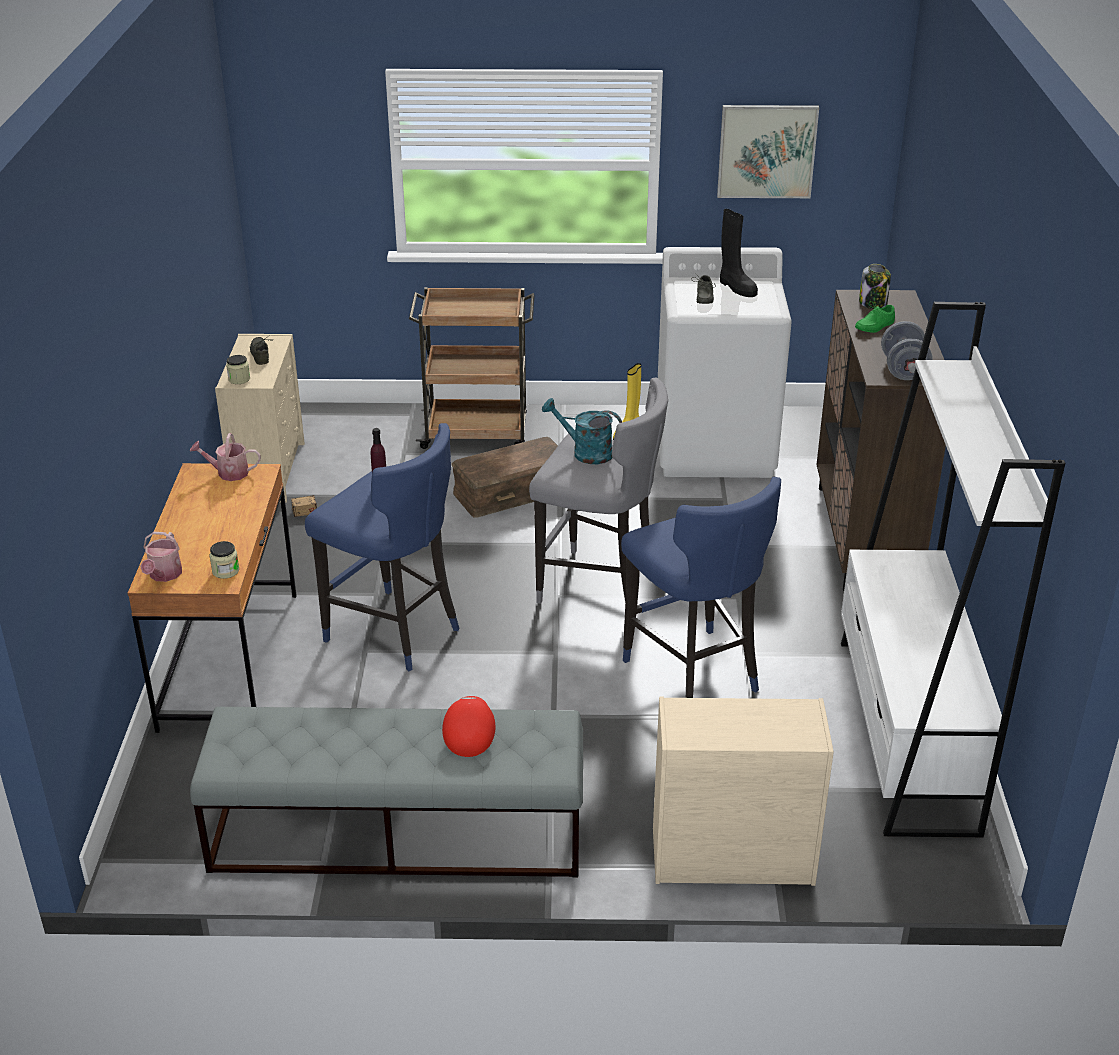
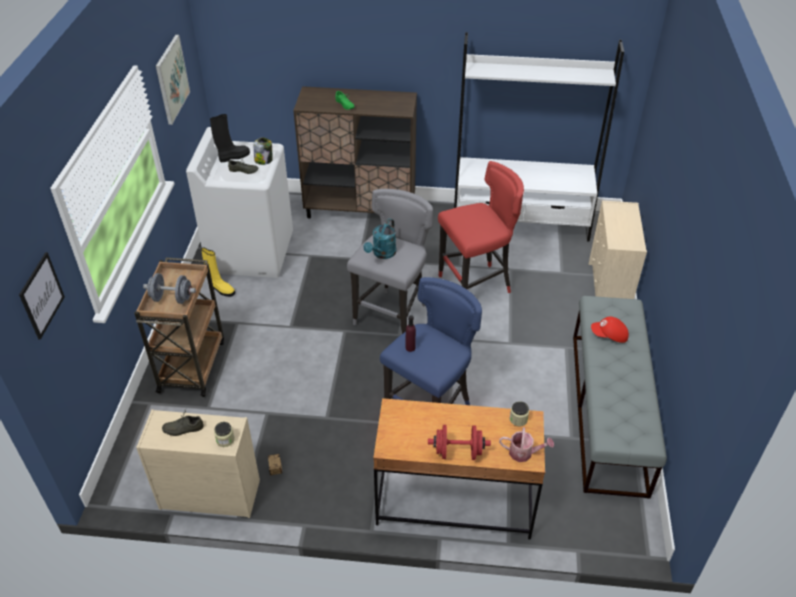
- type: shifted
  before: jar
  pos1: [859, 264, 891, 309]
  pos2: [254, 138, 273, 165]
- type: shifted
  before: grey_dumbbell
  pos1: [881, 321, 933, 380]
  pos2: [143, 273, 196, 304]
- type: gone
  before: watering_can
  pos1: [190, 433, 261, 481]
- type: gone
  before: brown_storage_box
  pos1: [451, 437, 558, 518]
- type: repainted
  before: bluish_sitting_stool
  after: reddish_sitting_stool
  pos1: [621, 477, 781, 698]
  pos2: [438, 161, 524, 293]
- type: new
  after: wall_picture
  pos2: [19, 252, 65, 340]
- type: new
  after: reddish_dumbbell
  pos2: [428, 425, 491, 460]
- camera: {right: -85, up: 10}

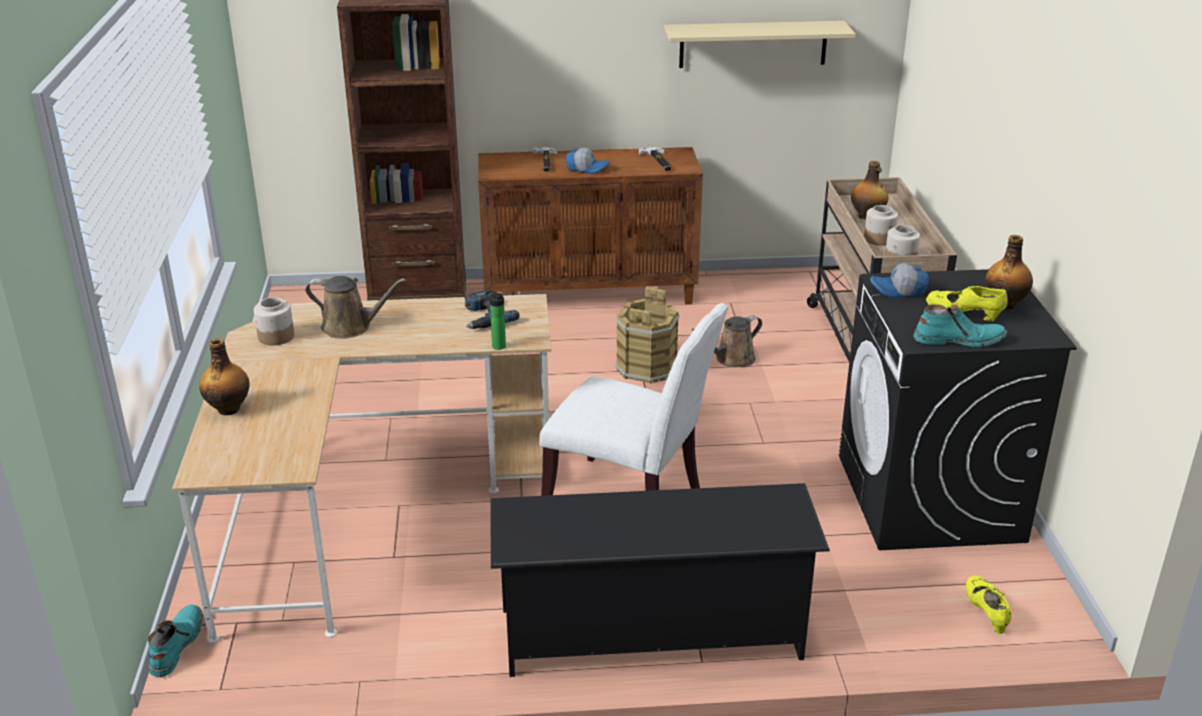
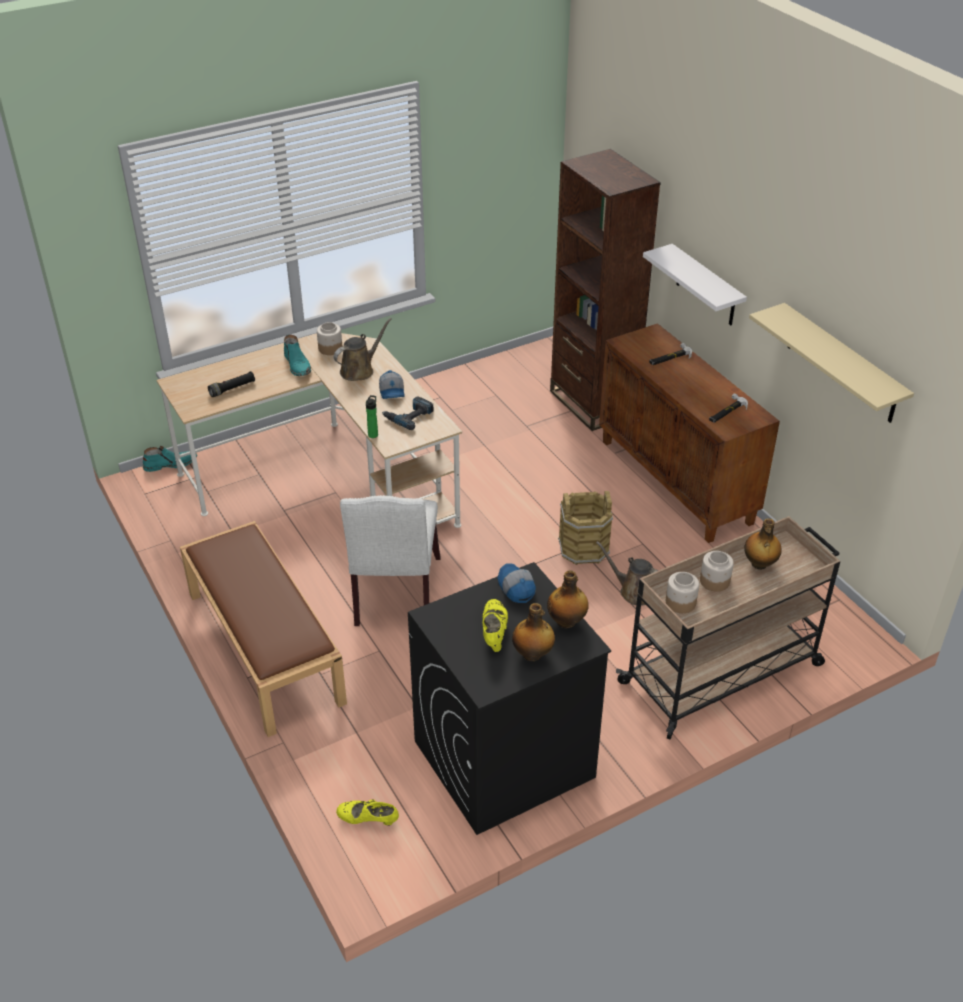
- type: shifted
  before: cap
  pos1: [566, 147, 609, 174]
  pos2: [379, 370, 404, 399]
- type: rotated
  before: brown_watering_can
  pos1: [305, 276, 406, 339]
  pos2: [334, 318, 392, 381]
  turn: -120
- type: shifted
  before: turquoise-coloured_high-top_boot
  pos1: [914, 304, 1007, 347]
  pos2: [284, 335, 311, 376]
- type: shifted
  before: beverage_bottle
  pos1: [199, 338, 250, 415]
  pos2: [547, 570, 589, 629]
- type: swapped
  before: blackish_shoe_rack
  after: brown_long_seat
  pos1: [490, 483, 830, 677]
  pos2: [180, 521, 347, 737]
- type: rotated
  before: yellow-coloured_shoe
  pos1: [966, 575, 1012, 634]
  pos2: [336, 799, 399, 826]
  turn: -135
- type: new
  after: white-coloured_bracket_shelf
  pos2: [643, 244, 747, 325]
- type: new
  after: blackish_hand_torch
  pos2: [208, 371, 255, 397]
- camera: {right: 65, up: 10}

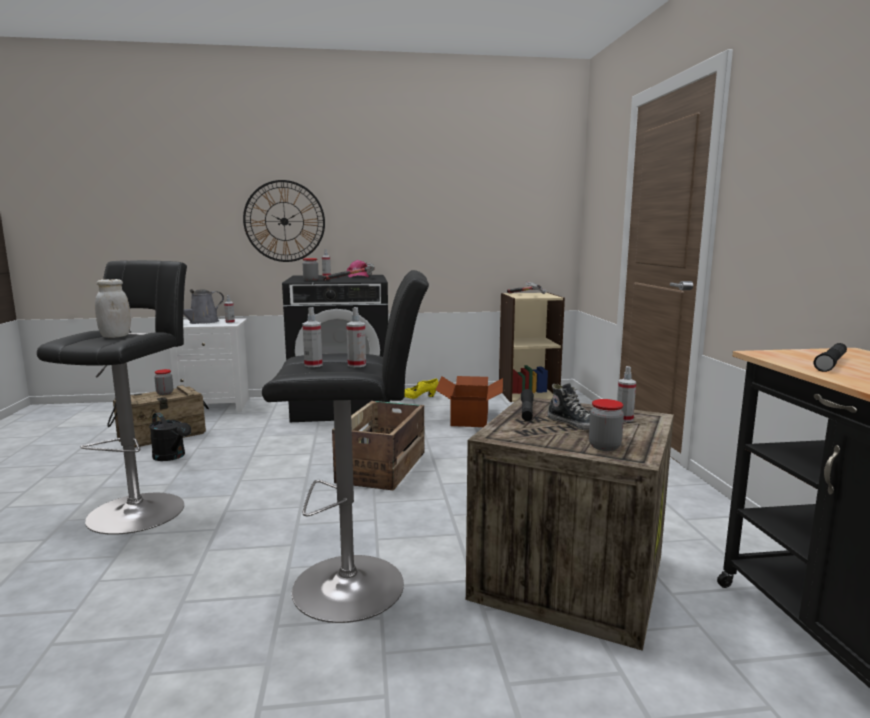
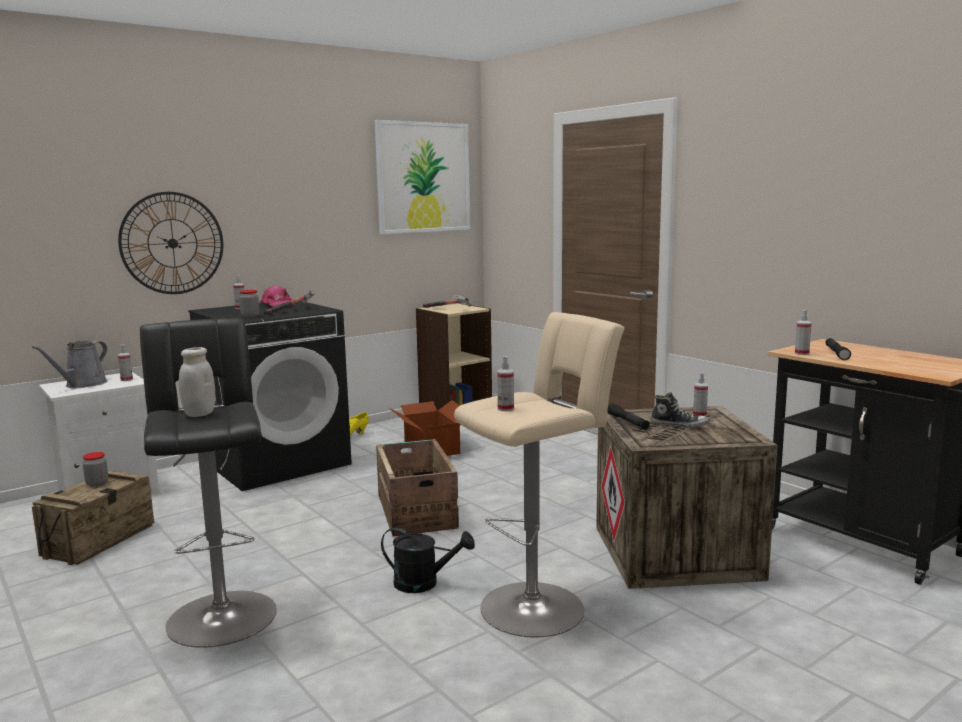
- type: repainted
  before: blackish_sitting_stool
  after: beige_sitting_stool
  pos1: [262, 270, 429, 623]
  pos2: [454, 312, 625, 637]
- type: shifted
  before: spray_bottle
  pos1: [346, 307, 366, 367]
  pos2: [795, 310, 812, 355]
- type: gone
  before: jar
  pos1: [589, 399, 624, 451]
- type: shifted
  before: blackish_watering_can
  pos1: [149, 412, 191, 461]
  pos2: [381, 528, 475, 593]
- type: new
  after: wall_picture
  pos2: [375, 120, 470, 234]
- camera: {right: -30, up: 0}

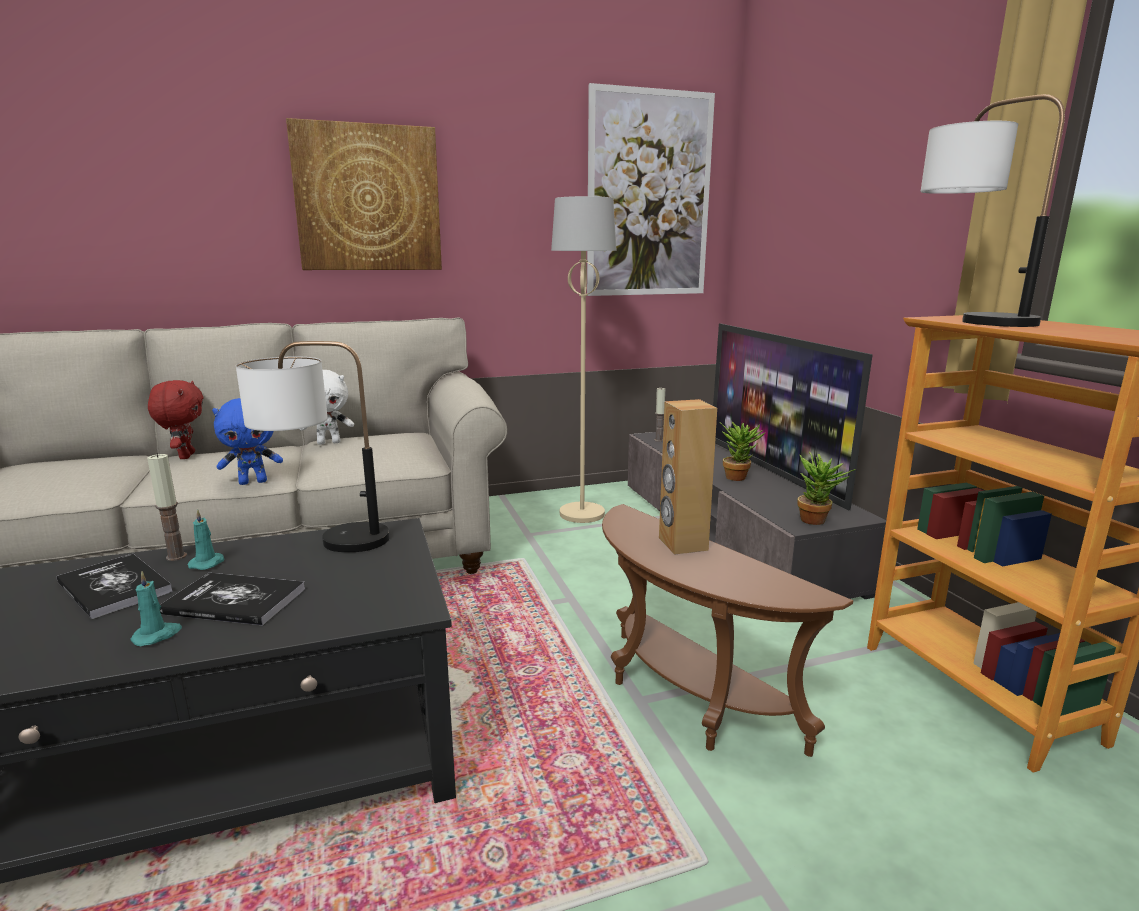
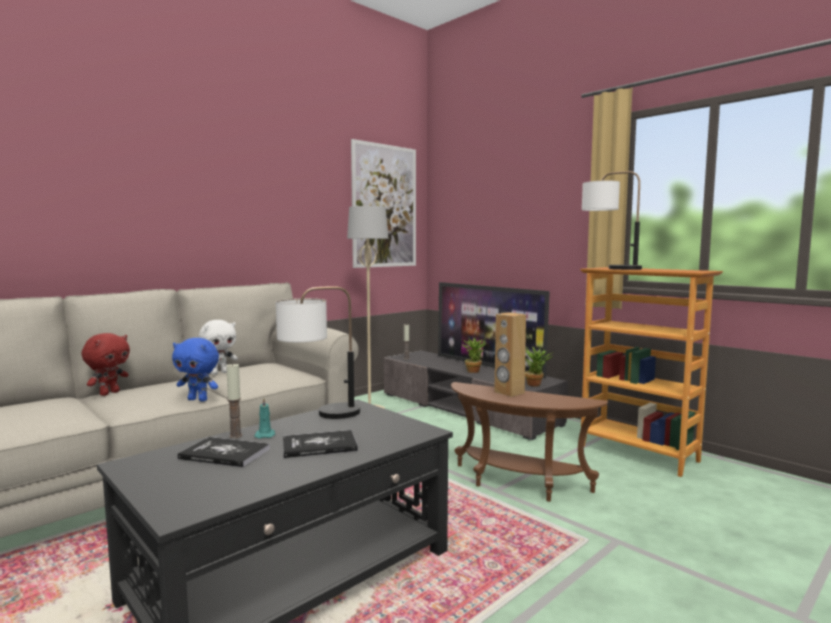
- type: gone
  before: wall_picture
  pos1: [286, 118, 442, 270]
- type: rotated
  before: reddish_cuddly_toy
  pos1: [148, 380, 204, 459]
  pos2: [81, 333, 130, 396]
  turn: 60
- type: rotated
  before: bluish_cuddly_toy
  pos1: [212, 398, 283, 485]
  pos2: [172, 338, 219, 401]
  turn: 60
- type: gone
  before: turquoise-coloured_candle
  pos1: [130, 571, 182, 646]
- camera: {right: -25, up: -10}

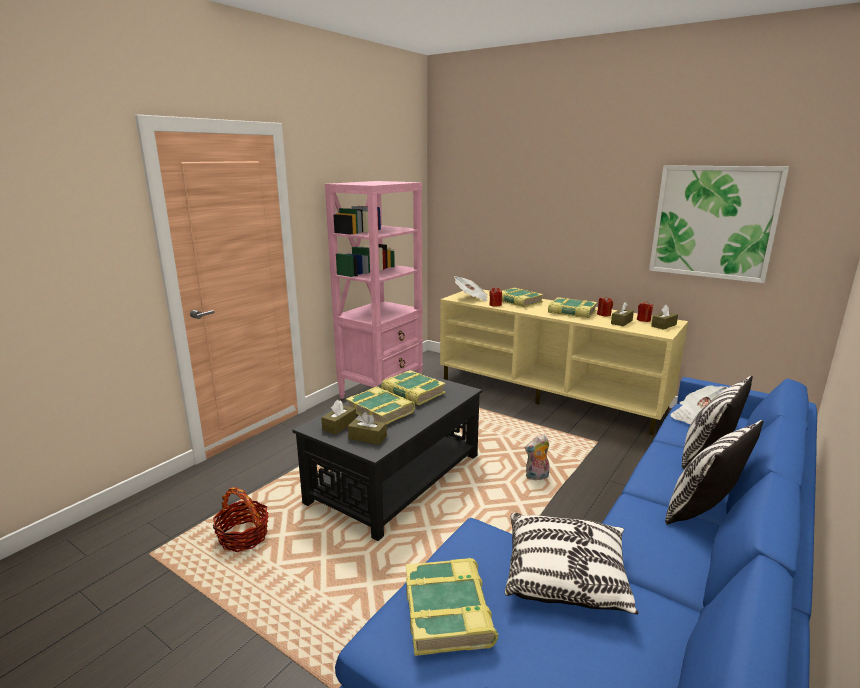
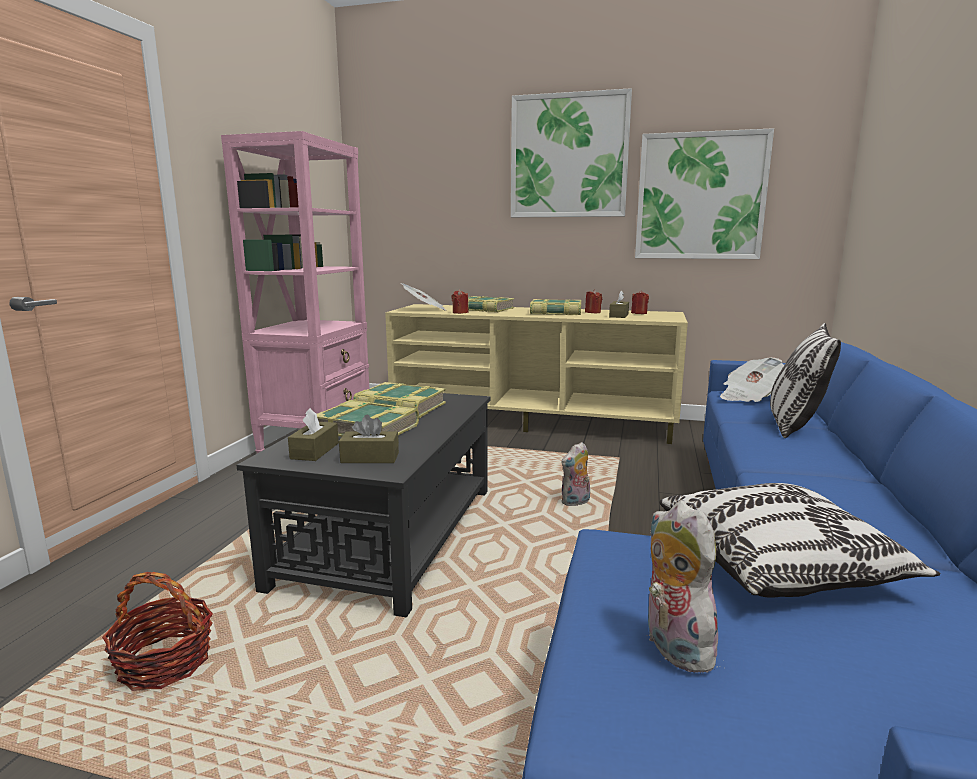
- type: gone
  before: brown_tissue_holder
  pos1: [651, 305, 678, 330]
- type: gone
  before: pillow
  pos1: [665, 420, 764, 525]
- type: swapped
  before: bound_book
  after: cuddly_toy
  pos1: [406, 558, 499, 656]
  pos2: [647, 501, 724, 673]
- type: new
  after: wall_picture
  pos2: [511, 88, 632, 217]
- camera: {right: -20, up: -5}

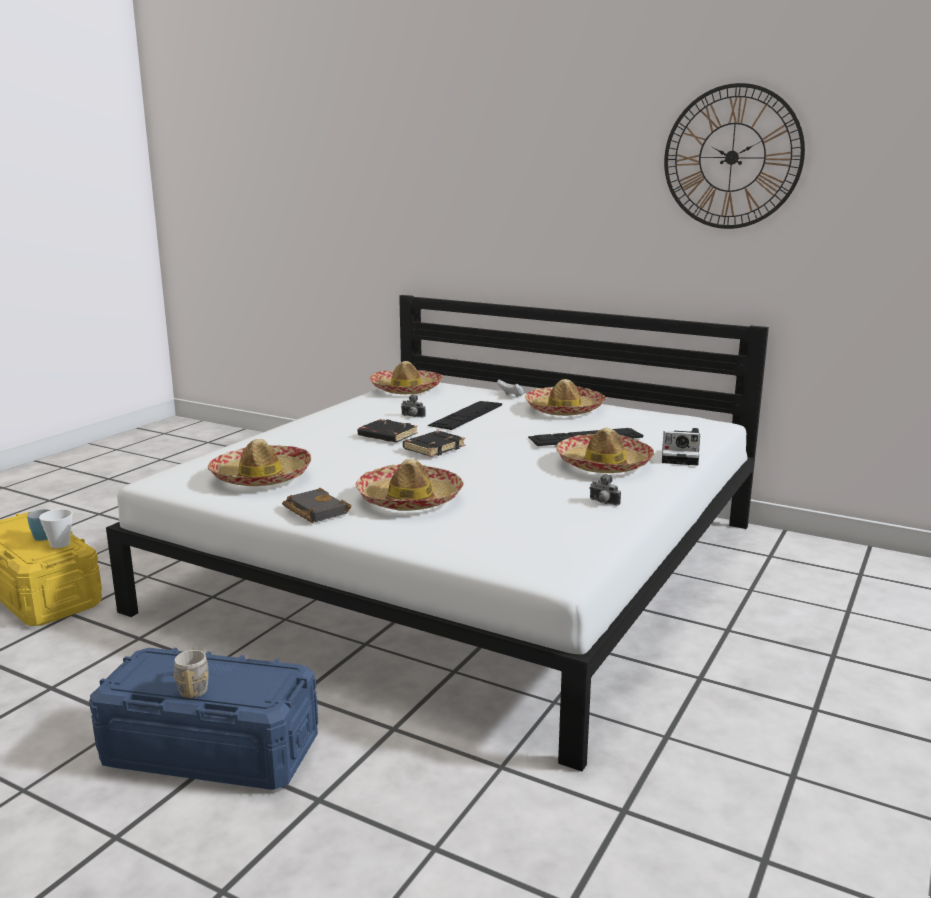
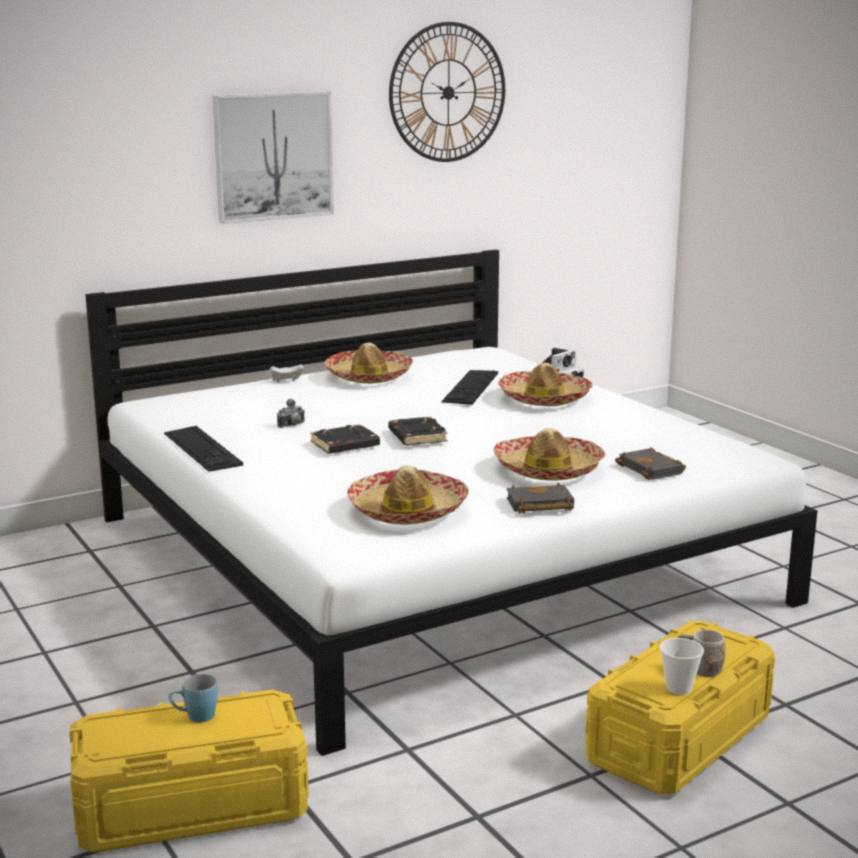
- type: gone
  before: clothing_hat
  pos1: [369, 361, 443, 394]
- type: shifted
  before: PC_keyboard
  pos1: [428, 401, 502, 430]
  pos2: [164, 426, 243, 472]
- type: gone
  before: photo_camera
  pos1: [589, 474, 621, 506]
- type: shifted
  before: cup
  pos1: [39, 509, 73, 548]
  pos2: [660, 638, 704, 695]
- type: repainted
  before: bluish_storage_box
  after: yellow-coloured_storage_box
  pos1: [89, 648, 318, 790]
  pos2: [585, 621, 775, 794]
- type: new
  after: wall_picture
  pos2: [212, 92, 334, 224]
- type: new
  after: blackish_bound_book
  pos2: [615, 447, 686, 480]
- camera: {right: -60, up: 0}

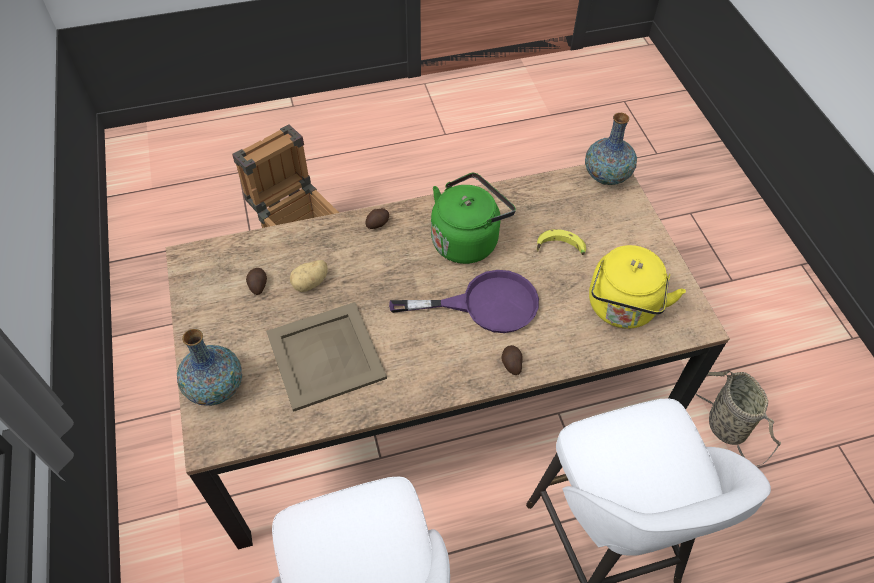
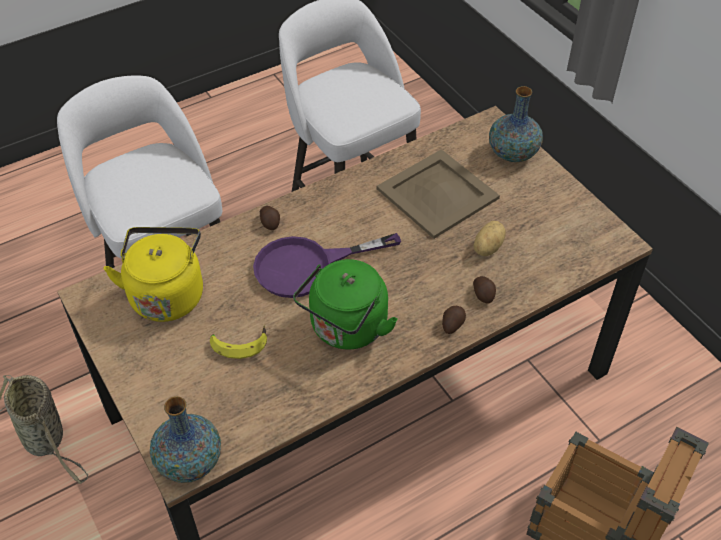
- type: shifted
  before: spud
  pos1: [246, 268, 267, 295]
  pos2: [473, 276, 496, 304]
- camera: {right: 165, up: -5}

